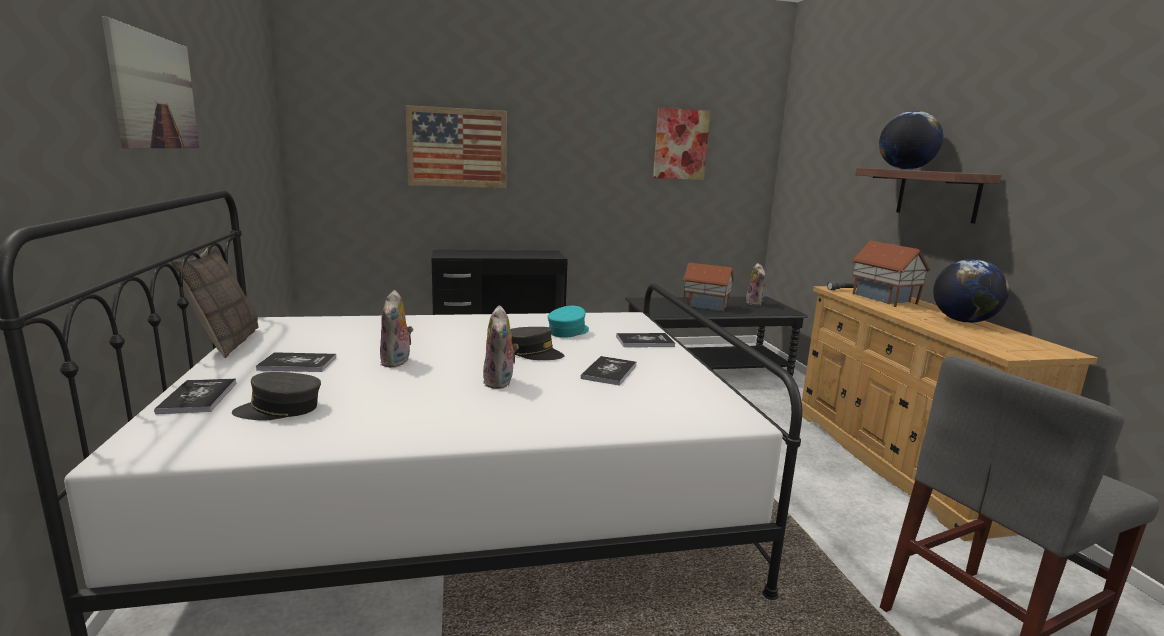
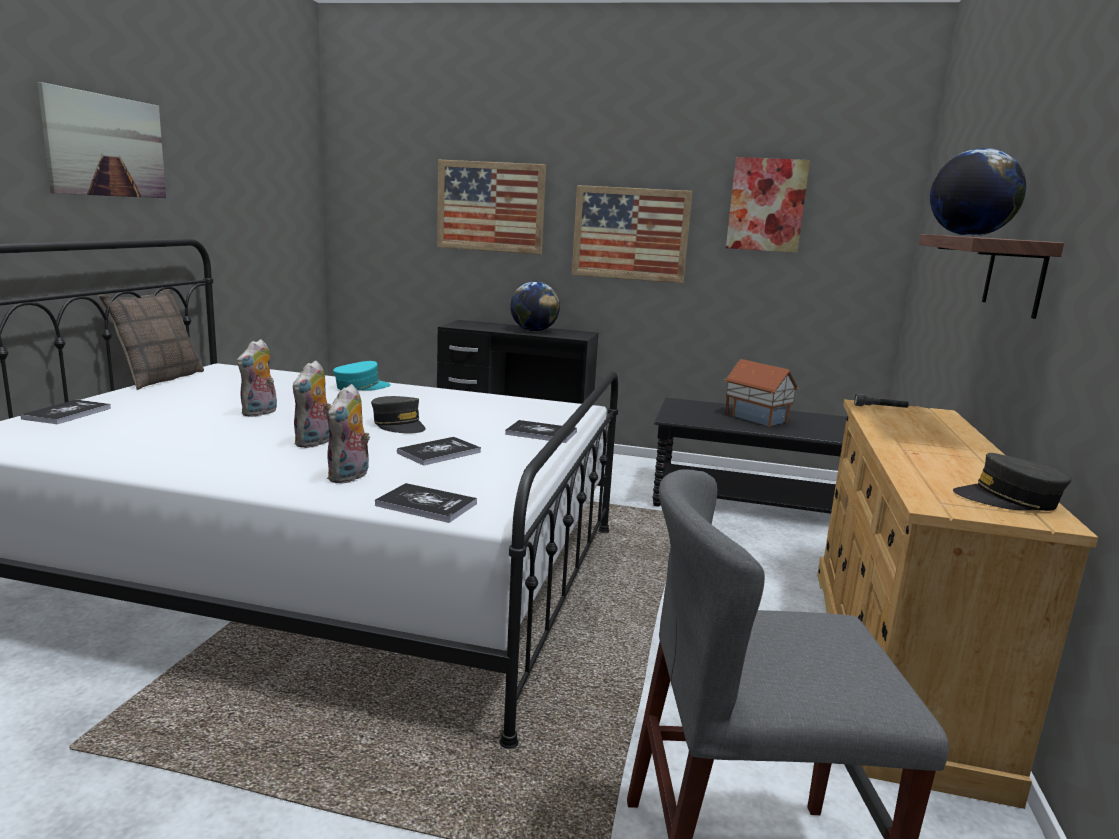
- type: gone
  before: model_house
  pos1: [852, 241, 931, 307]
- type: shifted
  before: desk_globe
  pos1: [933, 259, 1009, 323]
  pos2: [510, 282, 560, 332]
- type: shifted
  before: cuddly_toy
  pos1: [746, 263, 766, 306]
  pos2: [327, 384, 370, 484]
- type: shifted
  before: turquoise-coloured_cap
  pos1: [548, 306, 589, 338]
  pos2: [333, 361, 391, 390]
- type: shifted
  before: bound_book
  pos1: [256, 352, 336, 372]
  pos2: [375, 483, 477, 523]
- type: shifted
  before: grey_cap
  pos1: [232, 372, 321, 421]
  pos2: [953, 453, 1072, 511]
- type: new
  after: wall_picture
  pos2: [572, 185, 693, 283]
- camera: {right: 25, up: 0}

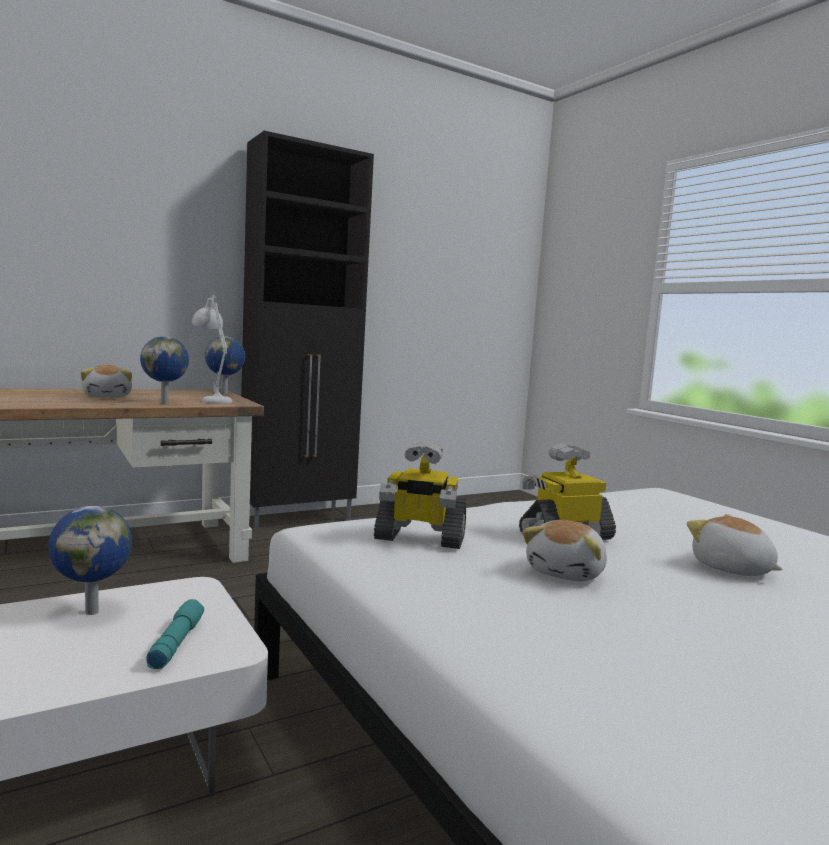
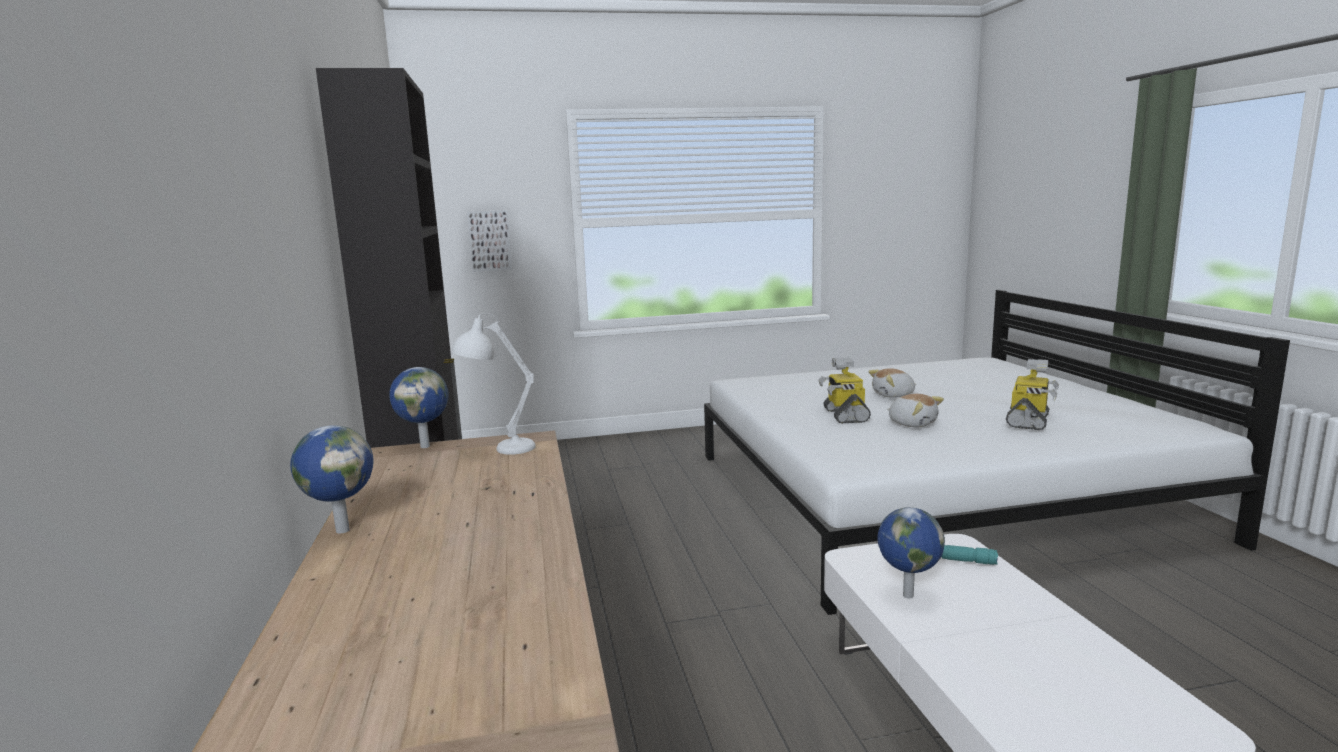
- type: shifted
  before: desk_globe
  pos1: [140, 336, 189, 404]
  pos2: [290, 425, 374, 533]
- type: gone
  before: cuddly_toy
  pos1: [81, 365, 132, 398]
- type: shifted
  before: toy_robot
  pos1: [374, 442, 466, 549]
  pos2: [1006, 359, 1059, 430]
- type: new
  after: wall_picture
  pos2: [467, 210, 512, 272]
- camera: {right: -70, up: 5}

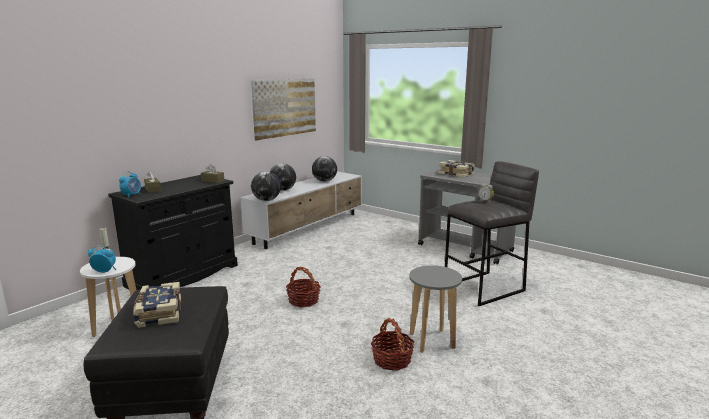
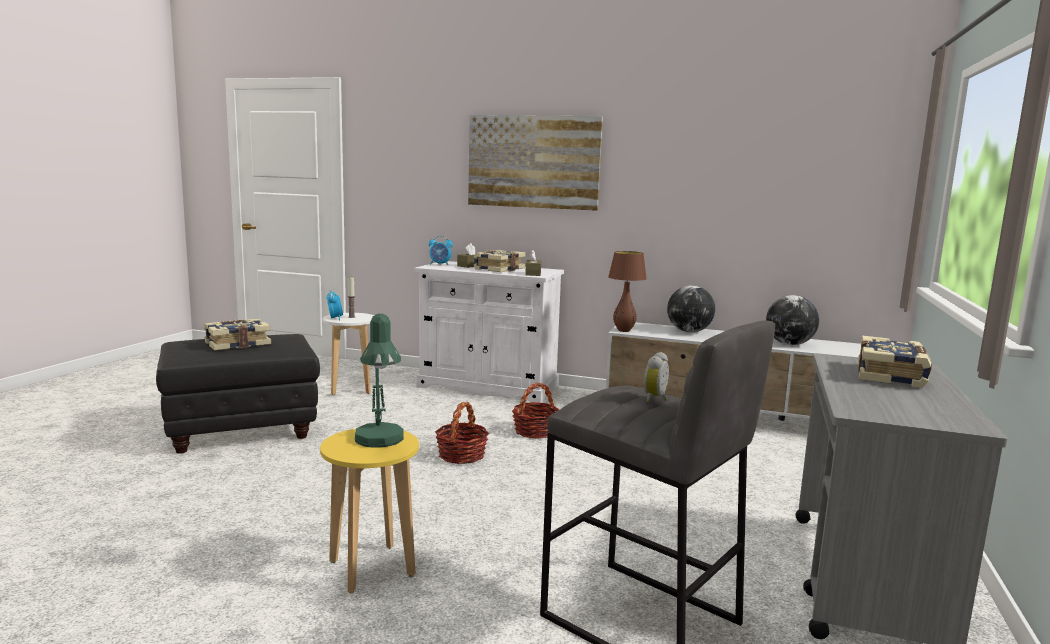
- type: shifted
  before: wall_picture
  pos1: [251, 79, 316, 140]
  pos2: [468, 115, 603, 211]
- type: swapped
  before: desk_globe
  after: brown_tabletop_lamp
  pos1: [251, 171, 281, 201]
  pos2: [608, 251, 647, 332]
- type: repainted
  before: blackish_storage_cabinet
  after: white-coloured_storage_cabinet
  pos1: [108, 175, 238, 290]
  pos2: [414, 261, 564, 403]
- type: repainted
  before: grey_sitting_stool
  after: yellow-coloured_sitting_stool
  pos1: [409, 265, 462, 353]
  pos2: [320, 429, 419, 593]
- type: shifted
  before: storage_basket
  pos1: [371, 318, 414, 371]
  pos2: [512, 383, 559, 439]
- type: new
  after: bound_book
  pos2: [474, 250, 526, 272]
- type: new
  after: green_tabletop_lamp
  pos2: [355, 313, 404, 448]
- camera: {right: 70, up: -5}

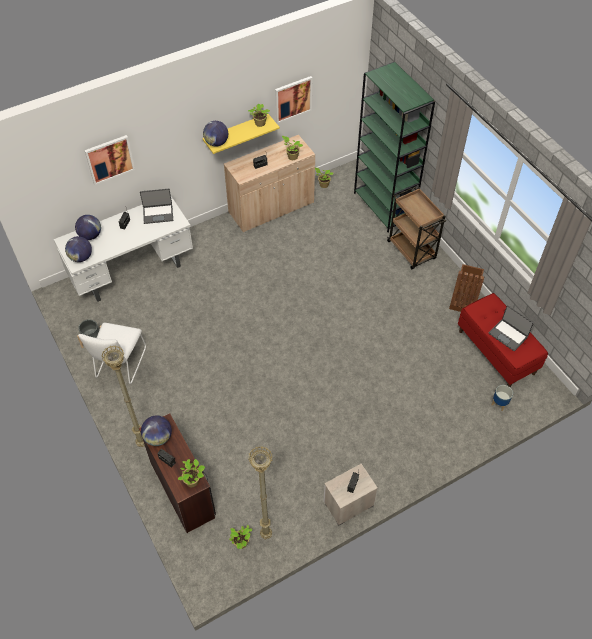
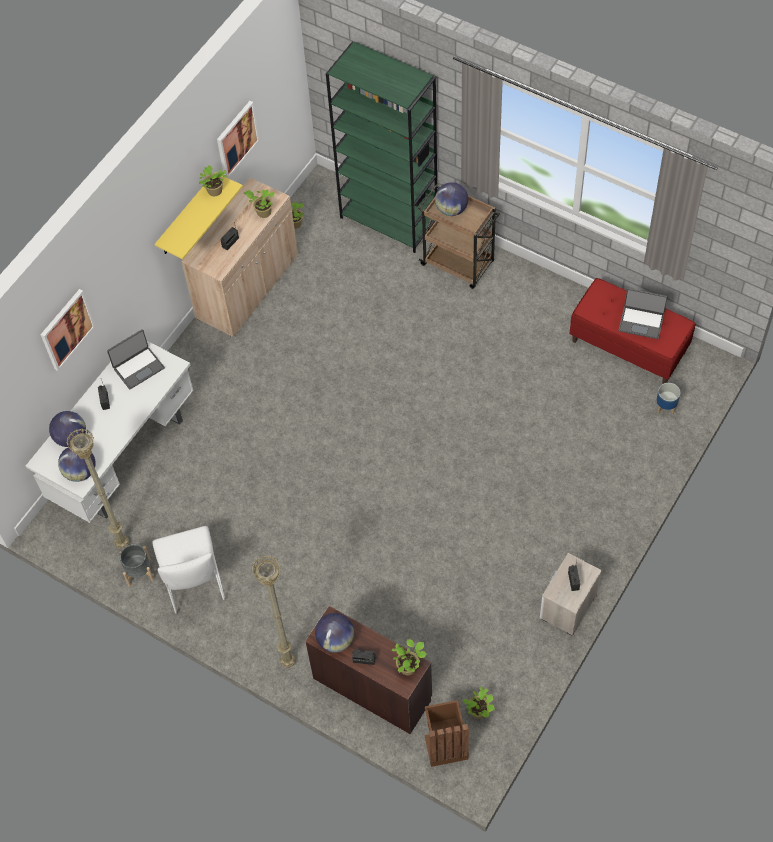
- type: shifted
  before: desk_globe
  pos1: [203, 121, 228, 147]
  pos2: [435, 182, 468, 216]
- type: shifted
  before: brown_waste_bin
  pos1: [449, 264, 484, 312]
  pos2: [424, 700, 469, 767]
- type: shifted
  before: beige_floor_lamp
  pos1: [248, 446, 273, 540]
  pos2: [66, 428, 129, 550]
- camera: {right: -25, up: 5}

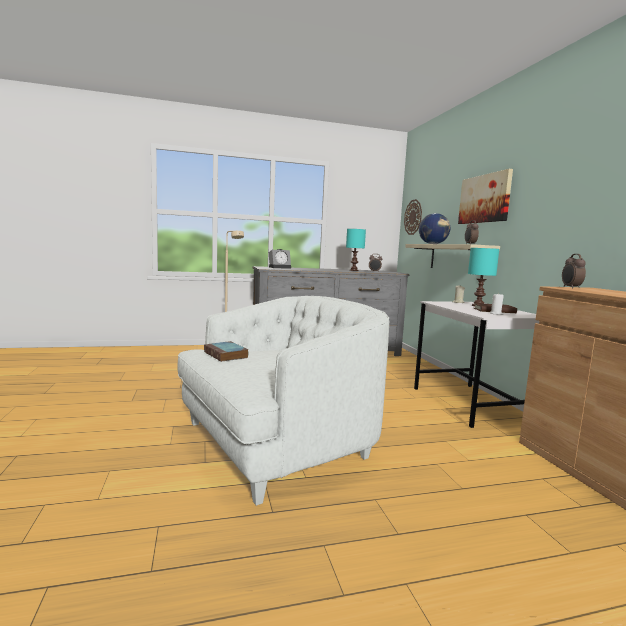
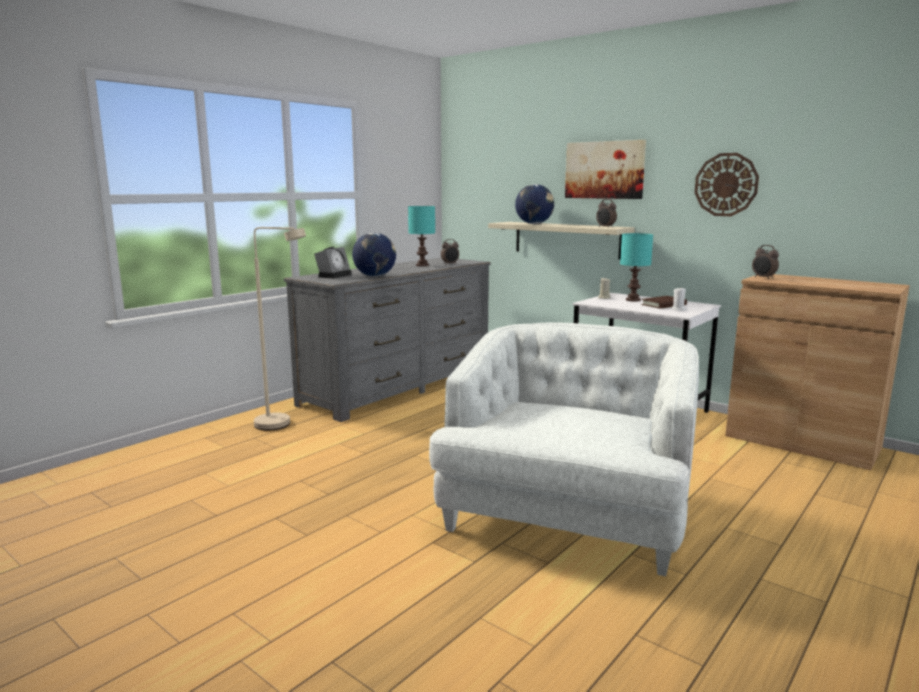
- type: shifted
  before: wall_clock
  pos1: [404, 199, 422, 235]
  pos2: [694, 153, 759, 216]
- type: gone
  before: bound_book
  pos1: [204, 341, 249, 362]
- type: new
  after: desk_globe
  pos2: [352, 233, 396, 277]
- camera: {right: -35, up: 5}

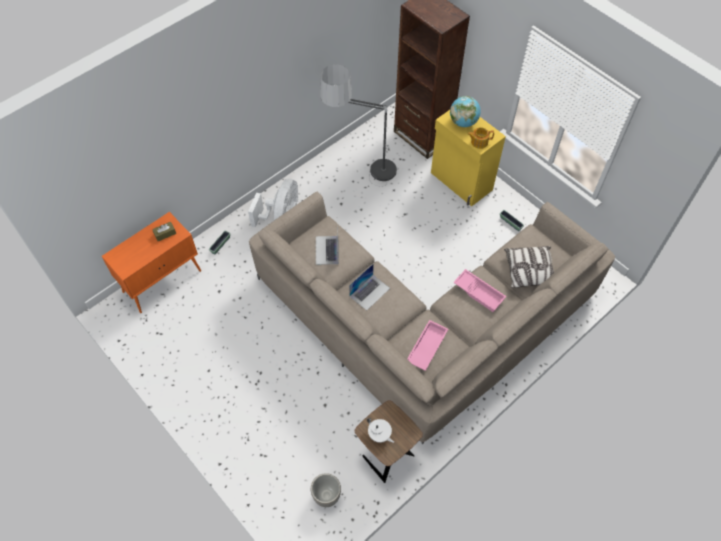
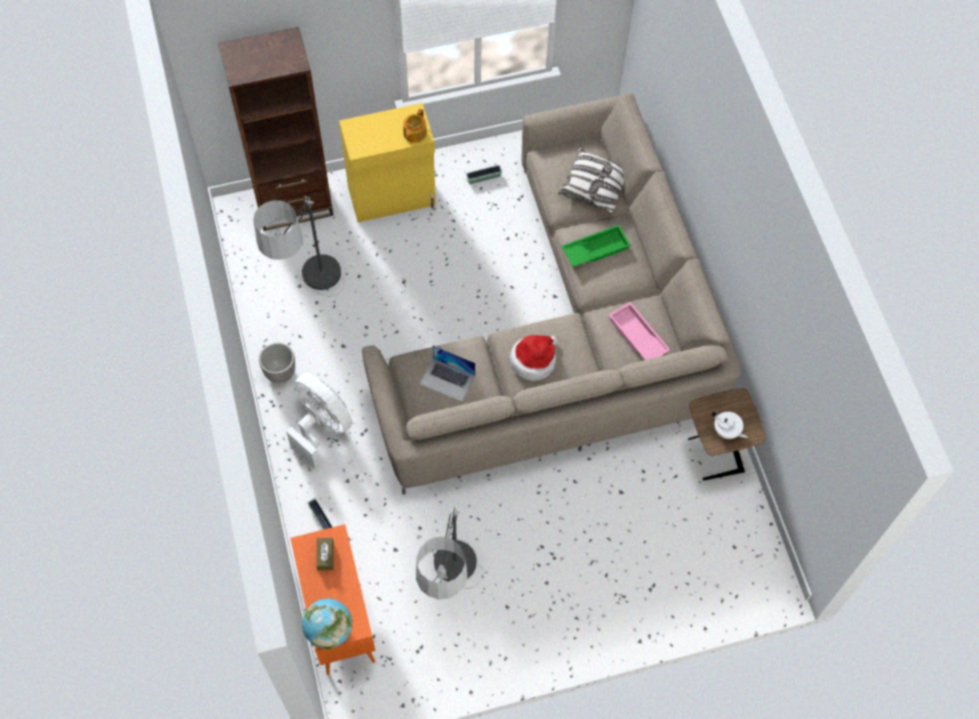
- type: shifted
  before: desk_globe
  pos1: [450, 96, 481, 127]
  pos2: [302, 598, 352, 649]
- type: swapped
  before: laptop
  after: clothing_hat
  pos1: [349, 263, 390, 310]
  pos2: [510, 335, 558, 381]
- type: repainted
  before: pinkish_tray
  after: green_tray
  pos1: [453, 269, 506, 312]
  pos2: [562, 225, 631, 267]
- type: rotated
  before: white-coloured_teapot
  pos1: [367, 418, 394, 443]
  pos2: [712, 411, 748, 439]
  turn: 60
- type: shifted
  before: planter
  pos1: [311, 473, 341, 507]
  pos2: [259, 343, 295, 383]
- type: new
  after: floor_lamp
  pos2: [416, 507, 483, 599]
- camera: {right: -65, up: 5}

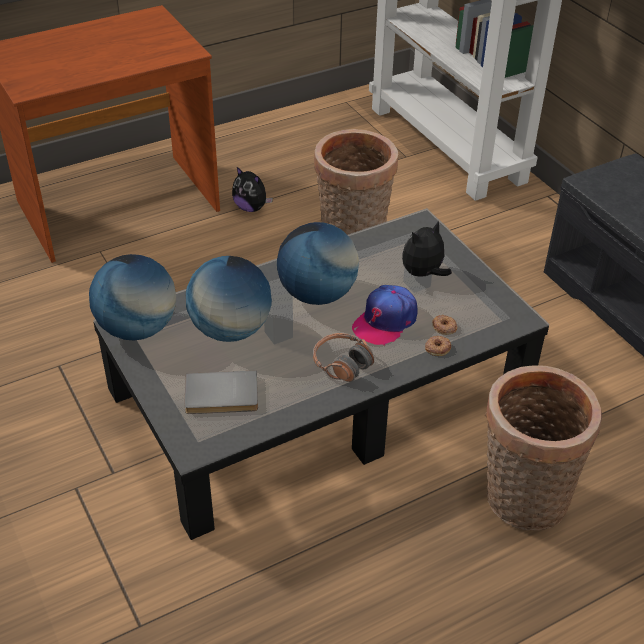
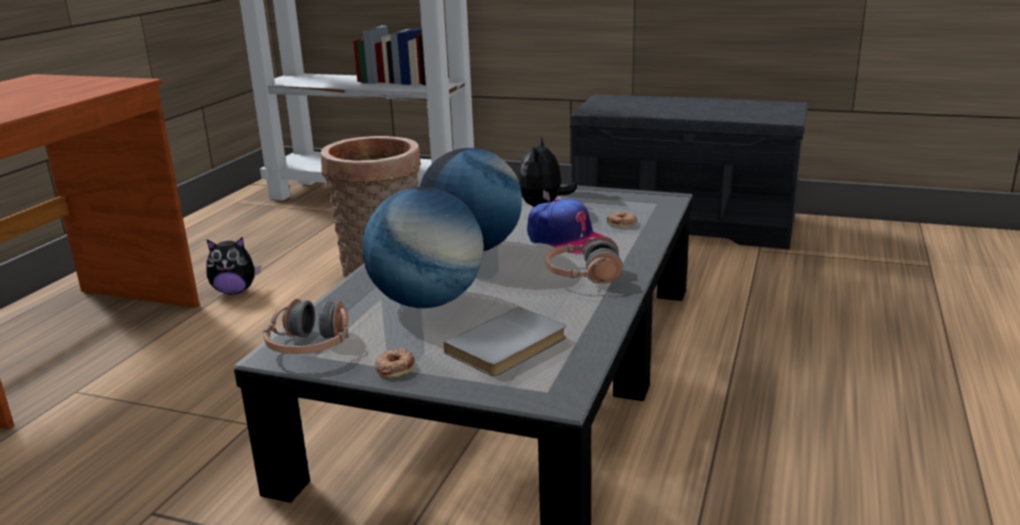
- type: swapped
  before: desk_globe
  after: pair_of_headphones
  pos1: [89, 254, 176, 340]
  pos2: [263, 299, 349, 354]
- type: rotated
  before: cap
  pos1: [352, 285, 418, 346]
  pos2: [527, 199, 610, 253]
  turn: -45
- type: shifted
  before: donut
  pos1: [425, 336, 451, 356]
  pos2: [375, 349, 415, 378]
- type: gone
  before: storage_basket
  pos1: [485, 365, 602, 531]
- camera: {right: -40, up: -20}

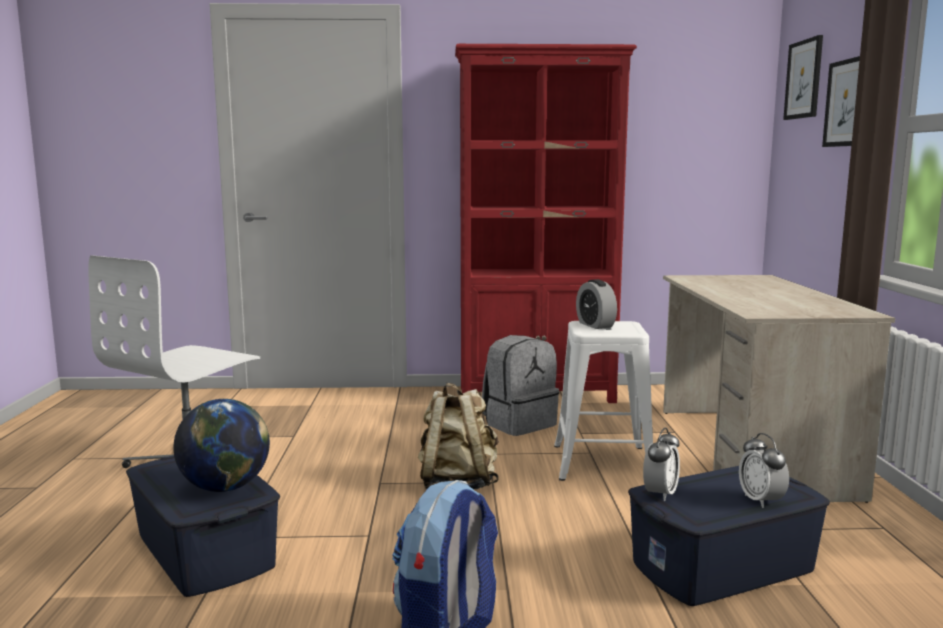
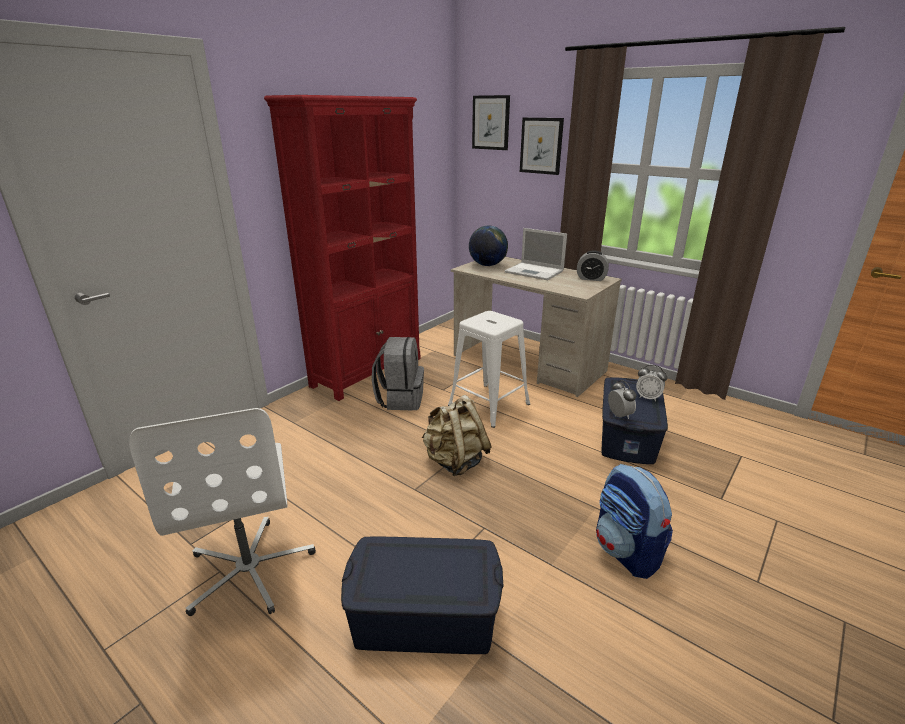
- type: shifted
  before: bedside_clock
  pos1: [576, 279, 617, 329]
  pos2: [577, 251, 609, 281]
- type: shifted
  before: desk_globe
  pos1: [174, 399, 270, 492]
  pos2: [469, 226, 508, 266]
- type: new
  after: laptop
  pos2: [505, 228, 567, 280]
- camera: {right: -50, up: 15}

